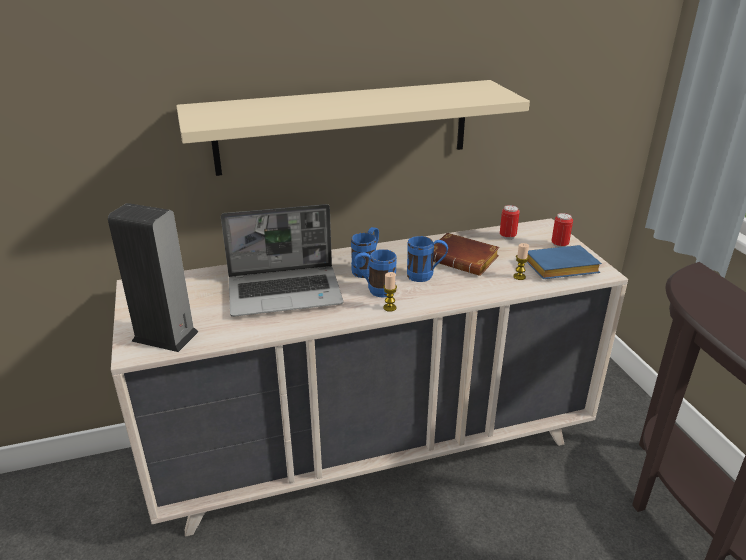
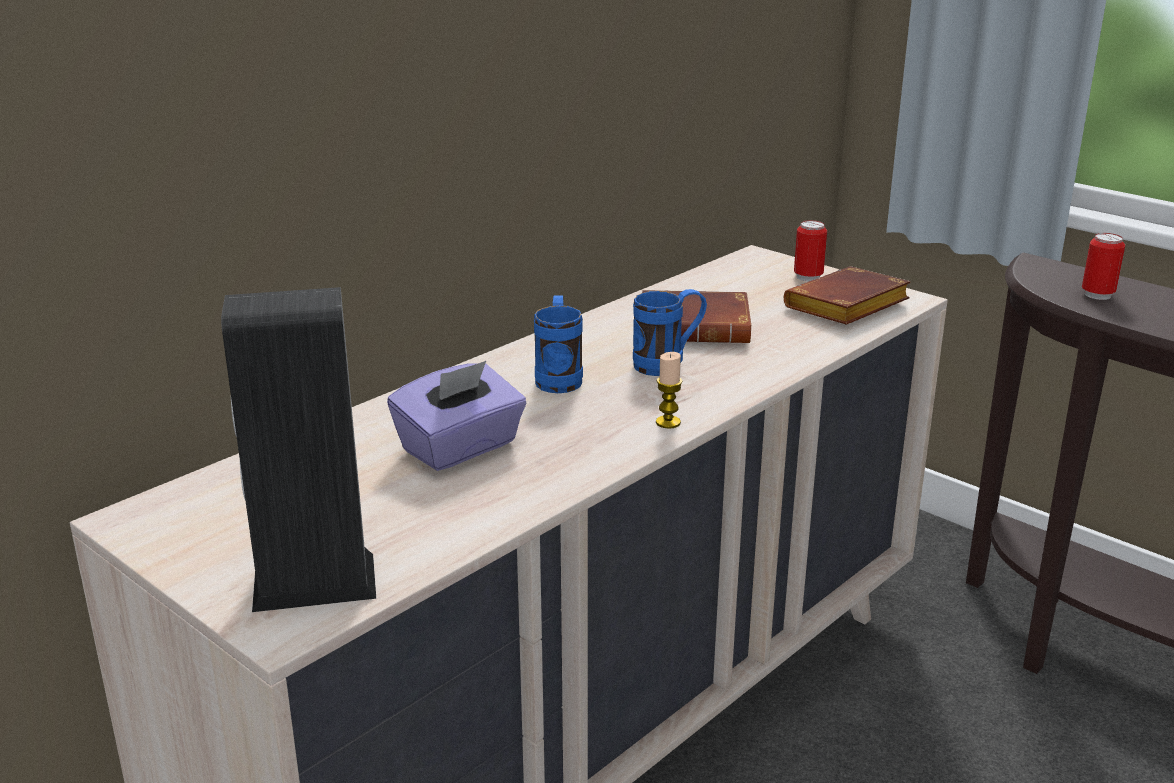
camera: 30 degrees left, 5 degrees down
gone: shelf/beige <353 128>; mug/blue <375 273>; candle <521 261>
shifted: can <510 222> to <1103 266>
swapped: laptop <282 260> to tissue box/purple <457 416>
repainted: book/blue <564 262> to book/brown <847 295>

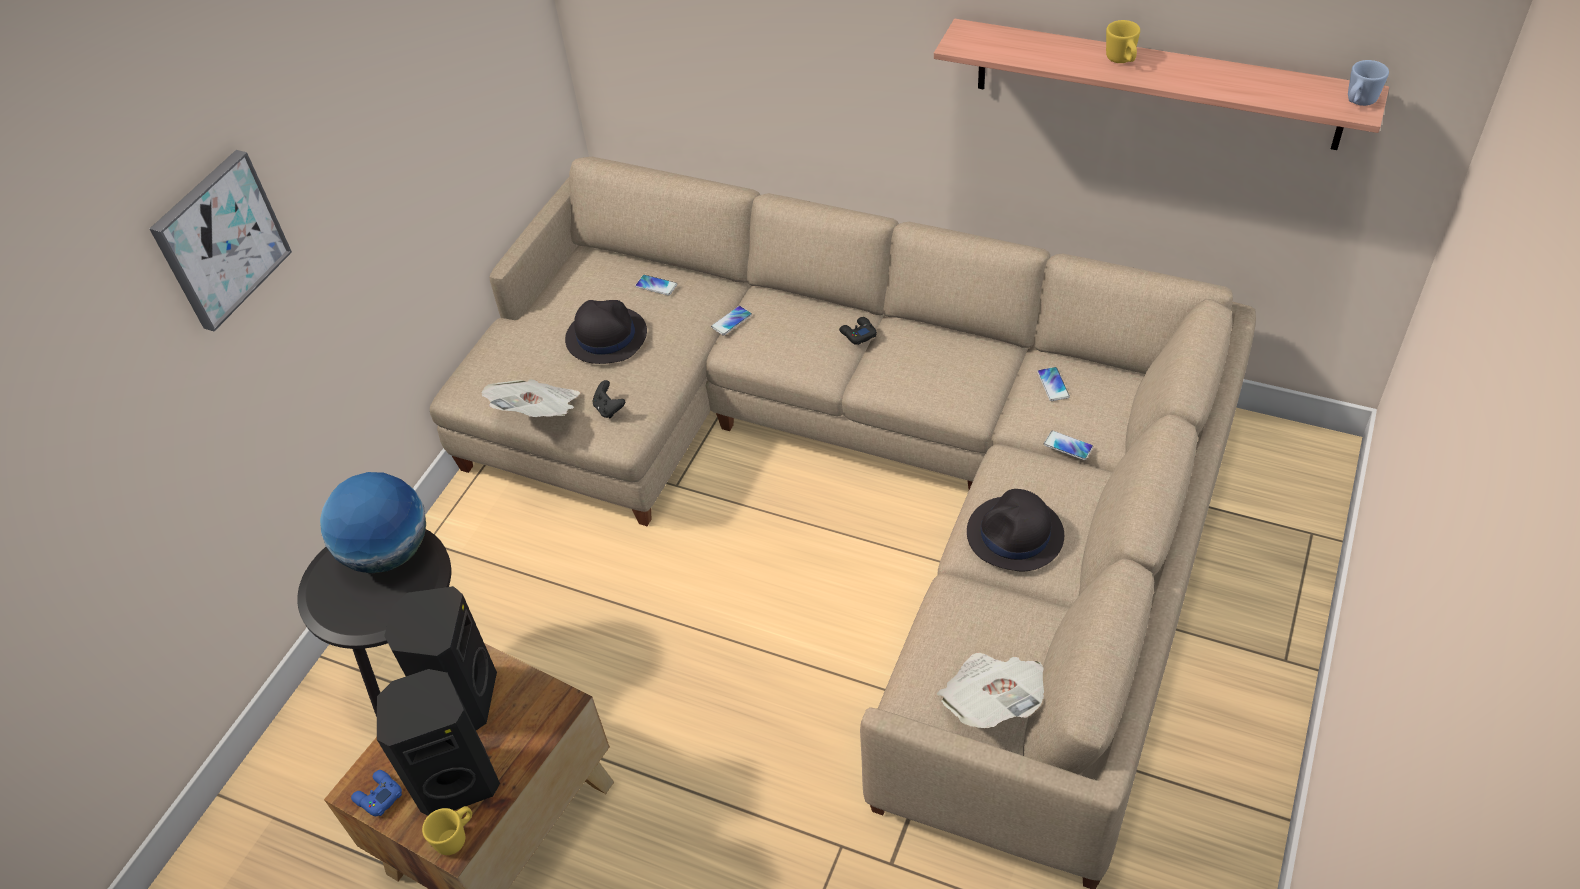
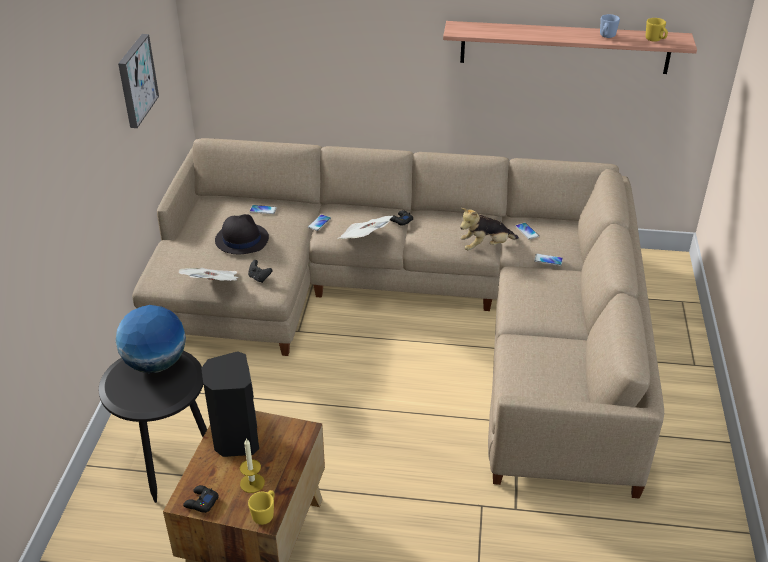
camera: 20 degrees left, 10 degrees down
gone: hat/black <1015 530>
new: plush toy <489 229>
shifted: picture <221 240> to <138 81>; newspaper <990 690> to <365 227>; mug/yellow <1123 41> to <657 30>; mug/blue <1368 83> to <610 26>
swapped: speaker/black <438 742> to candle <252 465>
repainted: game controller/blue <376 793> to game controller/black <201 499>

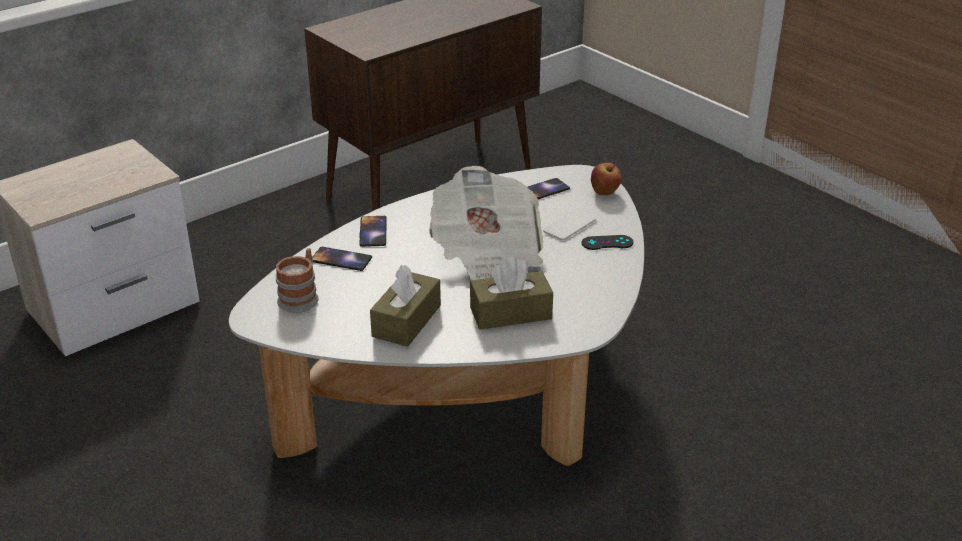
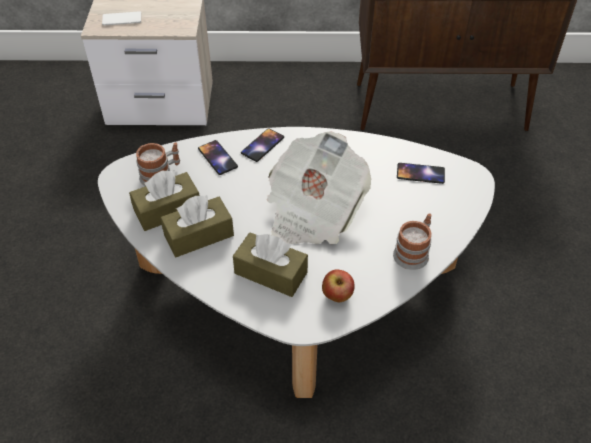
camera: 40 degrees right, 15 degrees up
new: tissue box/brown <164 200>
shifted: phone <569 225> to <121 18>; apple <606 179> to <338 286>
swapped: game controller/black <607 242> to mug <412 241>

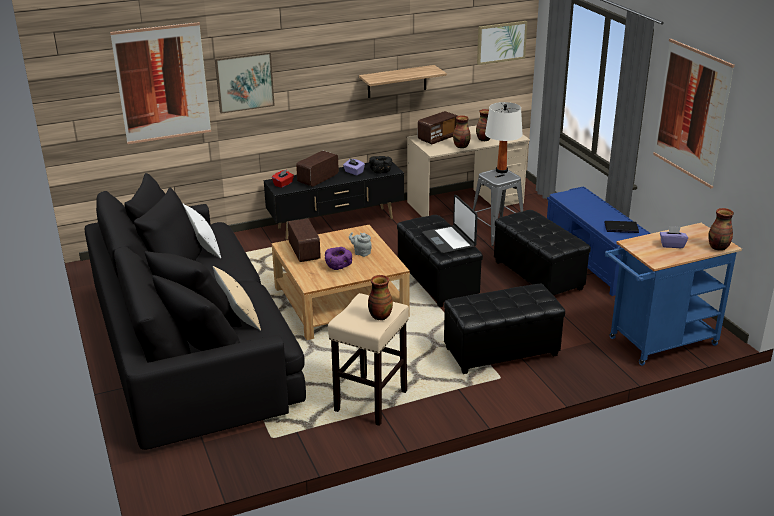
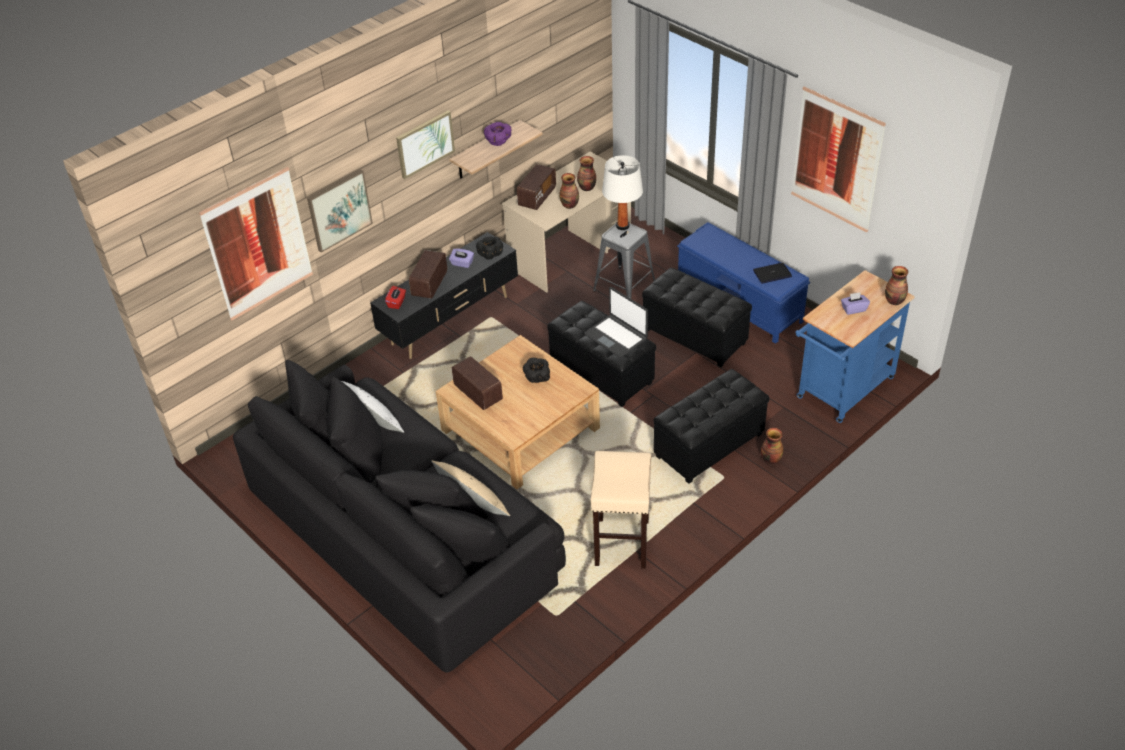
camera: 20 degrees left, 15 degrees up
shifted: bowl/purple <338 258> to <498 134>; vase <380 297> to <772 446>; picture <502 43> to <425 145>
swapped: teapot/grey <360 244> to bowl/black <536 370>

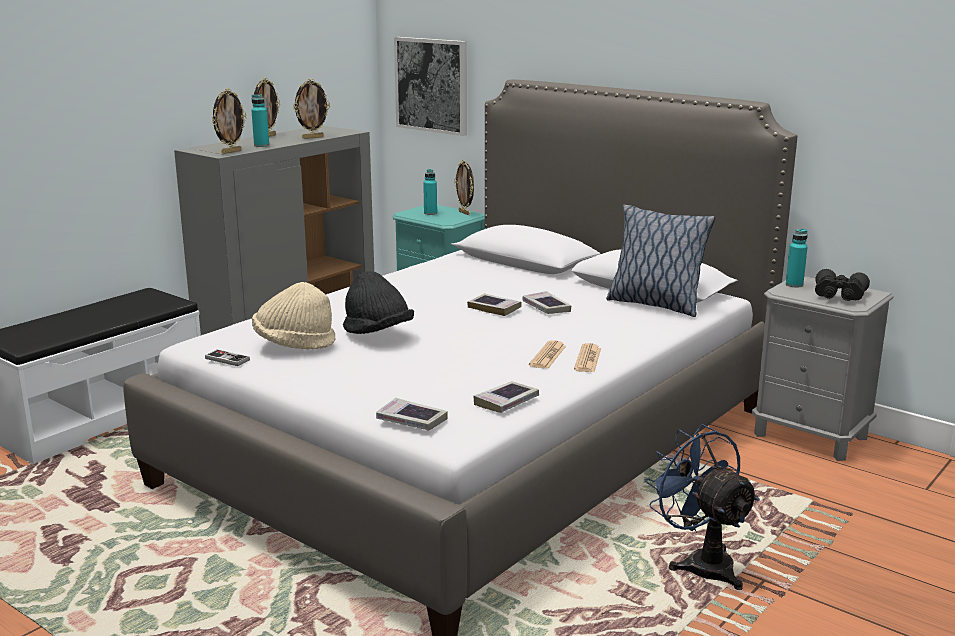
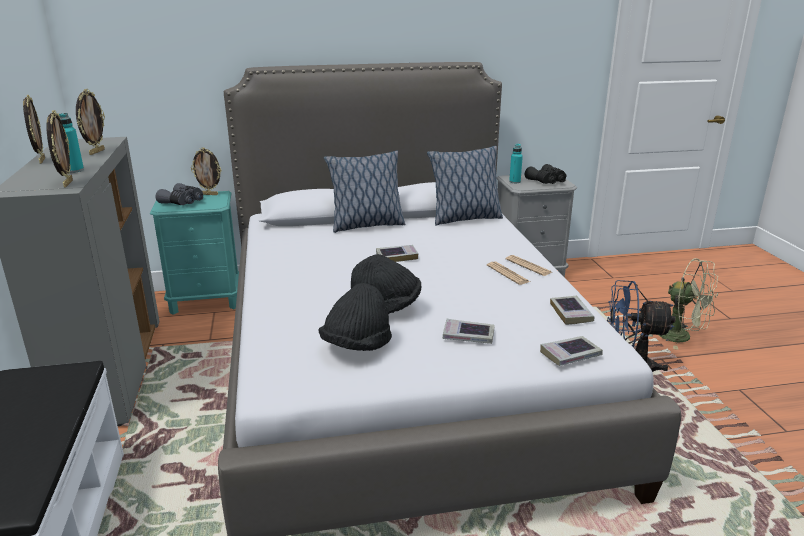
camera: 50 degrees left, 5 degrees up
gone: game controller <227 357>; picture <430 86>
new: pillow <364 192>; fan/green <689 304>
shifted: book <546 302> to <469 331>
swapped: bottle/turquoise <430 192> to binoculars/grey <179 194>
repainted: hat/beige <294 315> to hat/black <355 317>

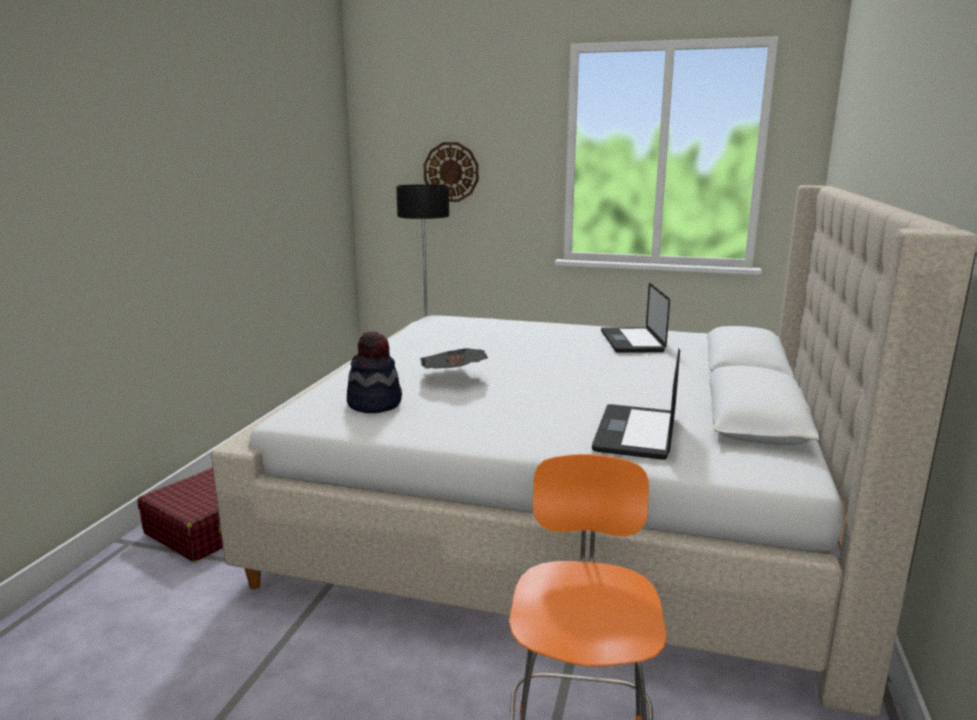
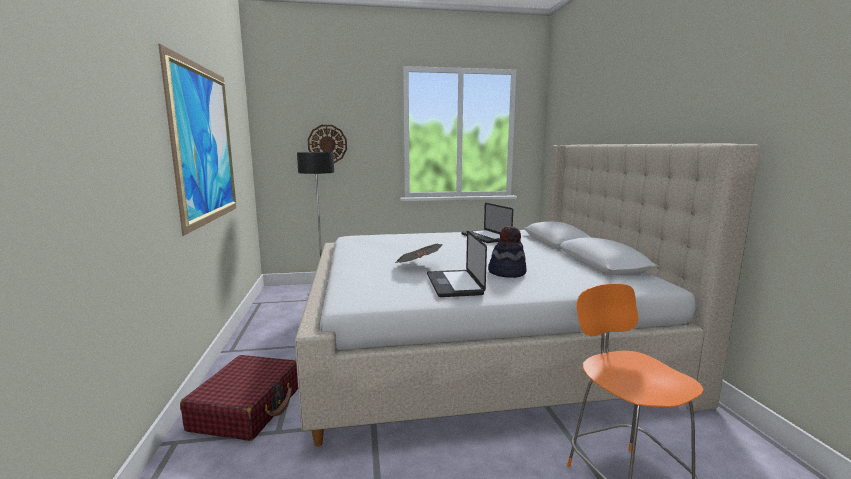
camera: 25 degrees left, 5 degrees down
new: picture <197 140>
shifted: hat <374 372> to <507 252>; laptop <636 404> to <457 264>

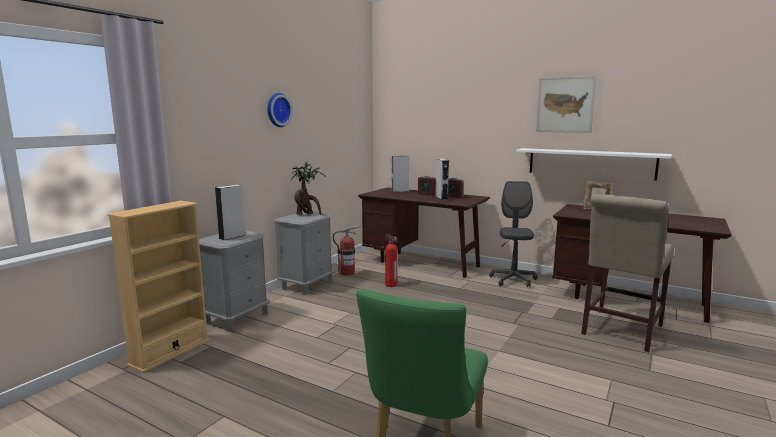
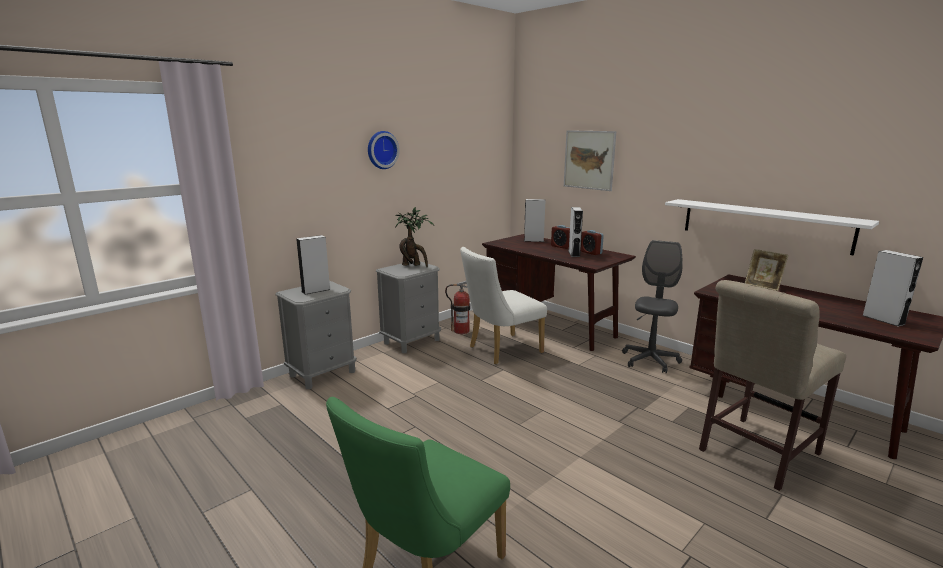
camera: 15 degrees right, 5 degrees up
gone: bookcase/beige <158 287>
new: speaker/grey <892 288>
shifted: picture <566 104> to <590 160>
swapped: fire extinguisher <391 260> to chair/white <503 306>

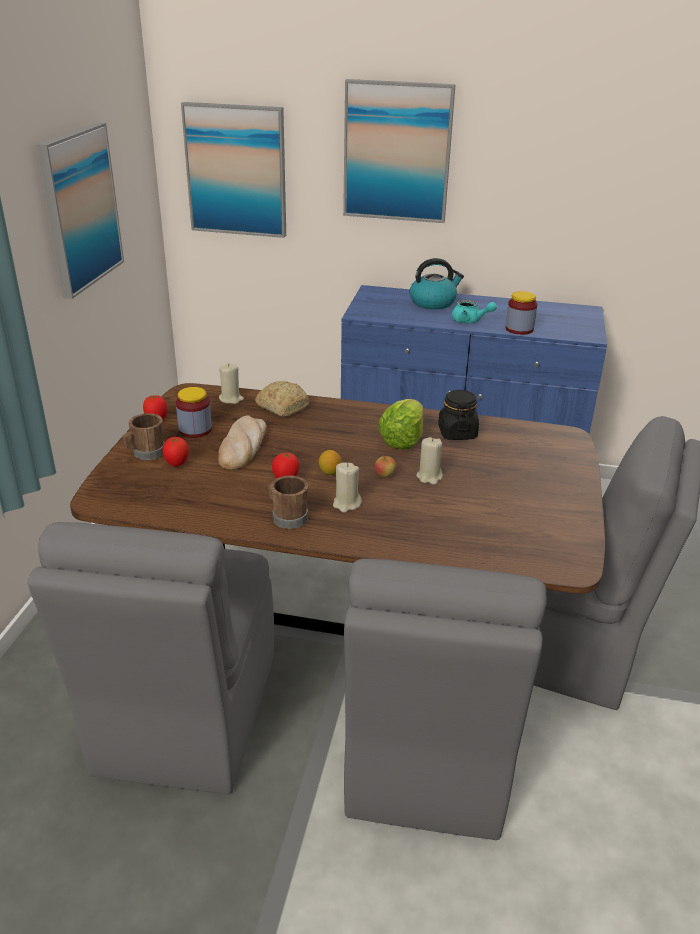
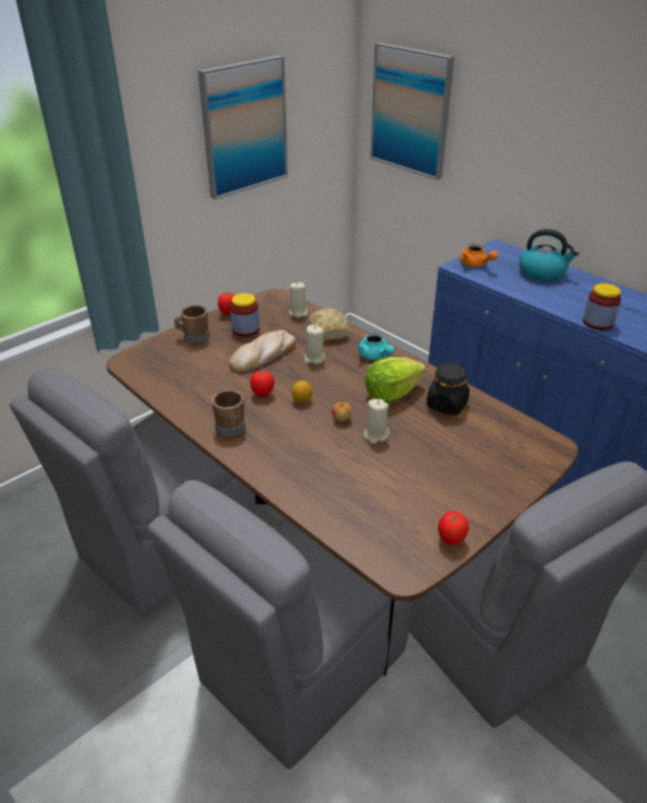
camera: 35 degrees right, 5 degrees up
gone: picture <399 151>
new: teapot/orange <479 255>
shifted: tomato <176 452> to <453 528>; candle/beige <347 487> to <314 344>; teapot/turquoise <474 311> to <376 346>

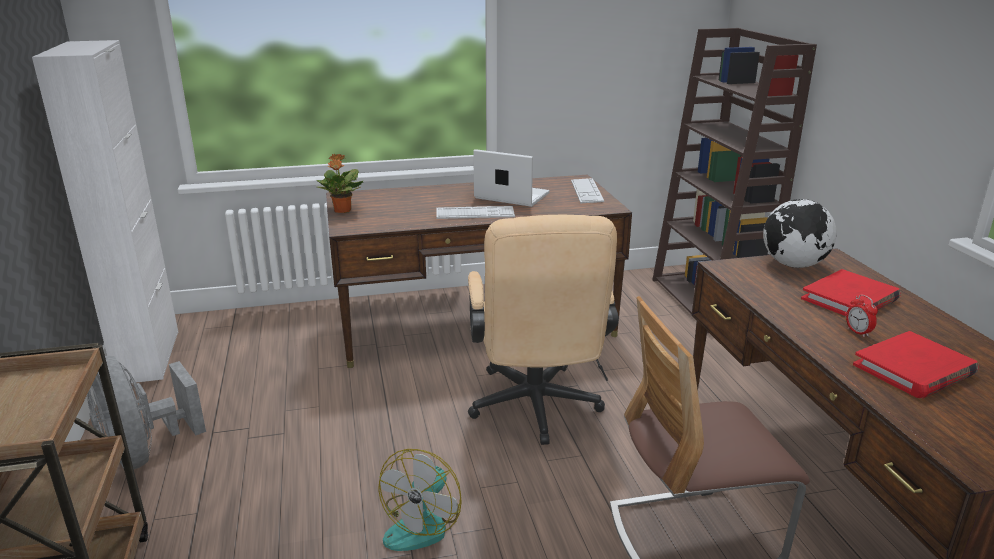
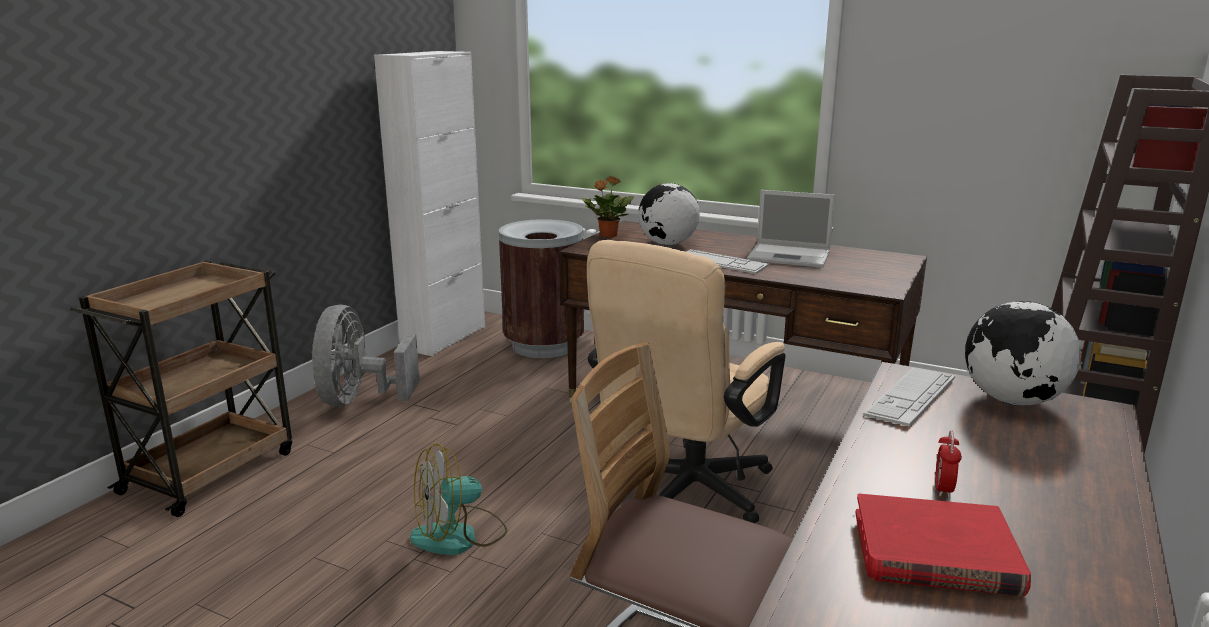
camera: 40 degrees right, 5 degrees down
gone: book/red <851 292>
new: trash can/brown <541 288>; globe <669 214>
shifted: keyboard <587 190> to <909 397>
rotated: laptop <511 178> = <791 229> 135 degrees clockwise

